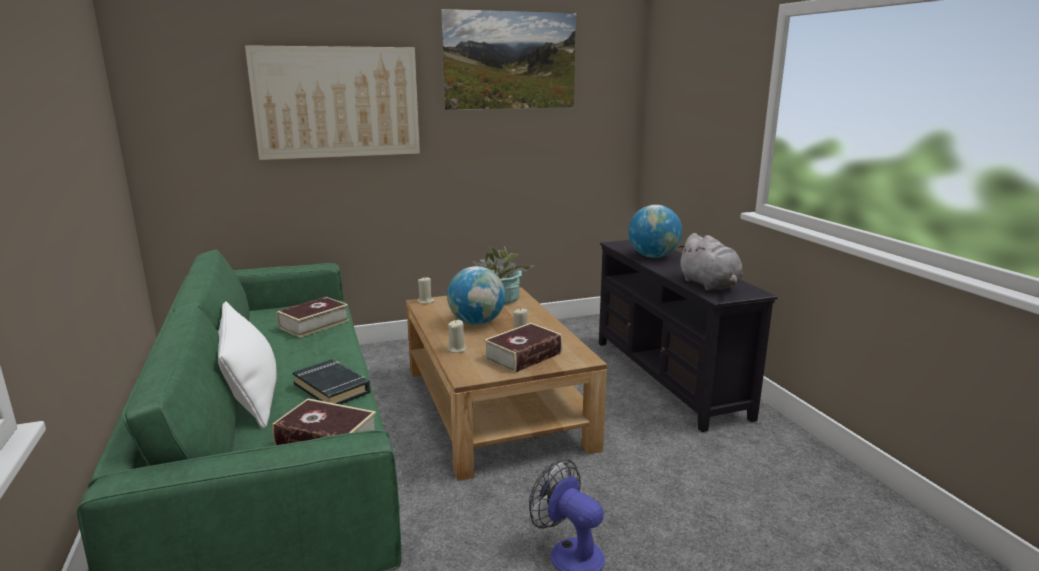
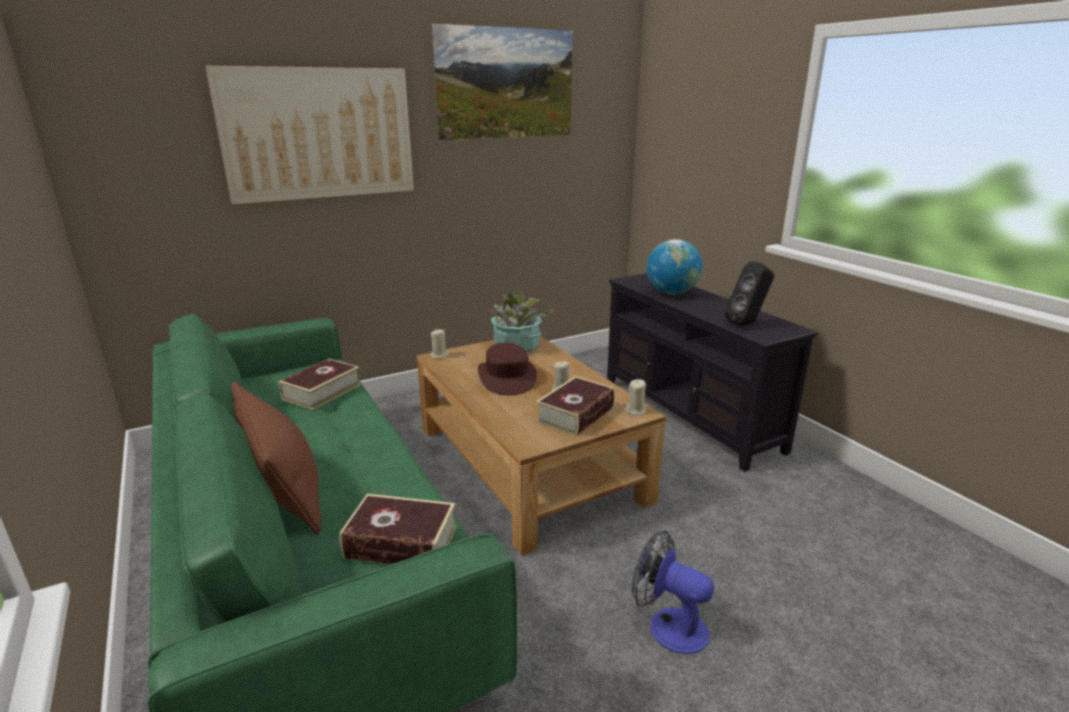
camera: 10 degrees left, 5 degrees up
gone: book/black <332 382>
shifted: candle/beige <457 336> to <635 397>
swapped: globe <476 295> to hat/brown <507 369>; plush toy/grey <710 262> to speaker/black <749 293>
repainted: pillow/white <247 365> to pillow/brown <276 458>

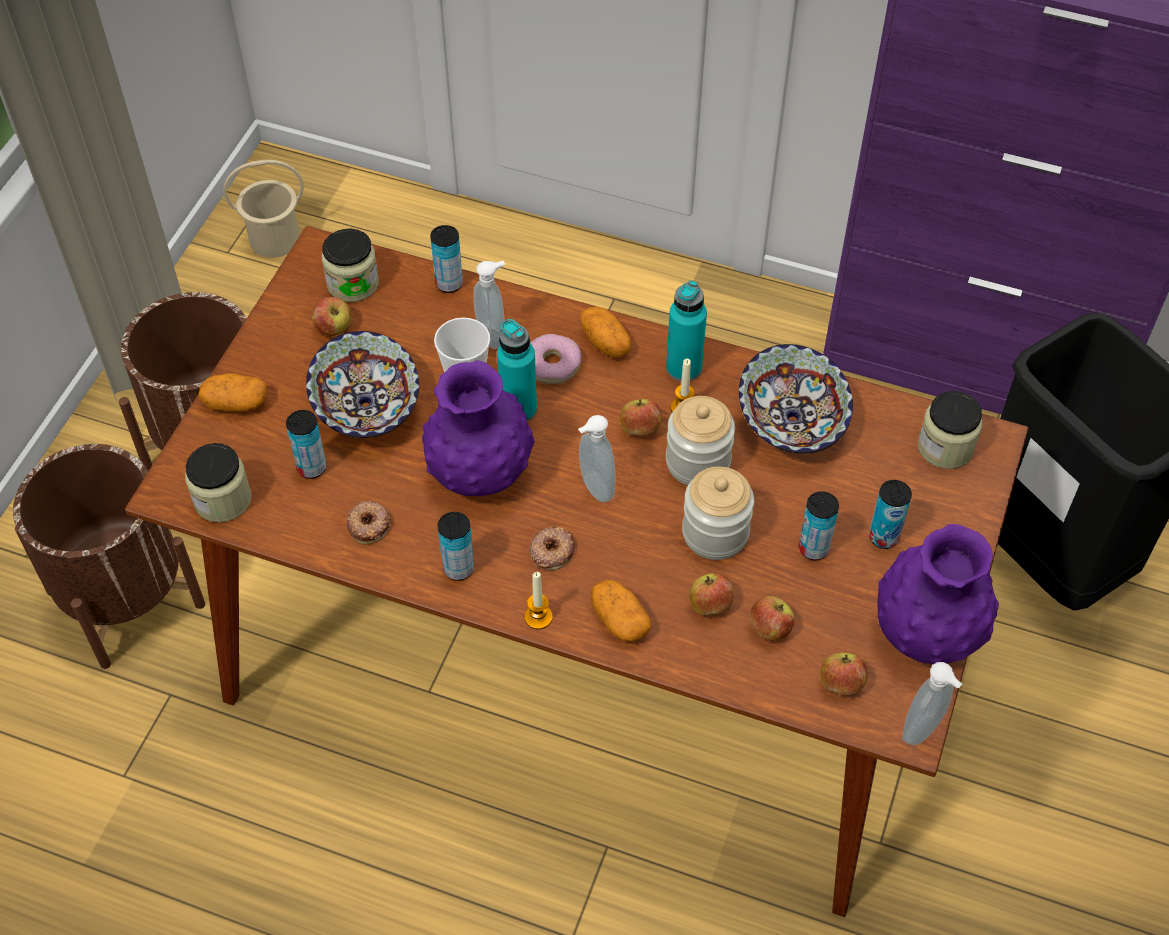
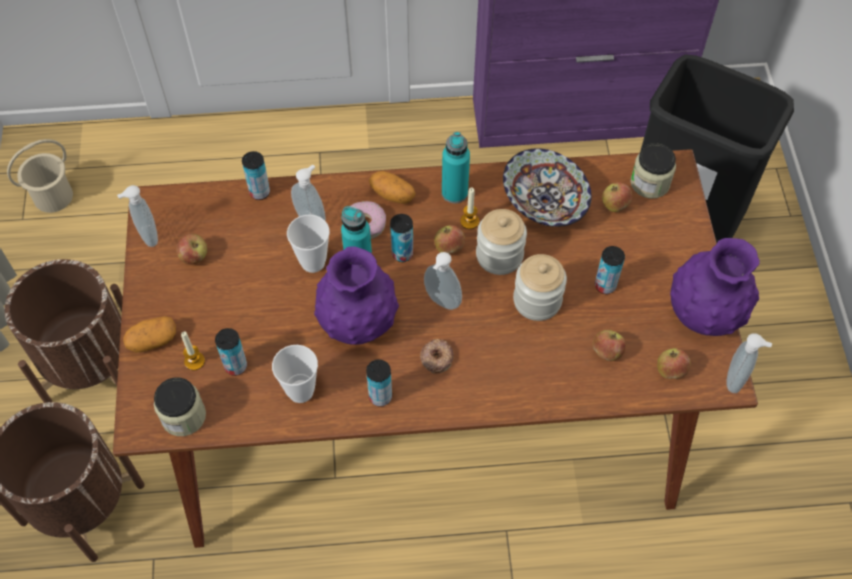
camera: 25 degrees left, 5 degrees up
gone: bowl <362 384>; jar <350 265>; potato <621 611>
new: soap dispenser <137 216>
shifted: candle <538 600> to <193 350>; apple <711 594> to <617 197>; can <890 514> to <401 238>
swapped: donut <369 523> to cup <295 374>

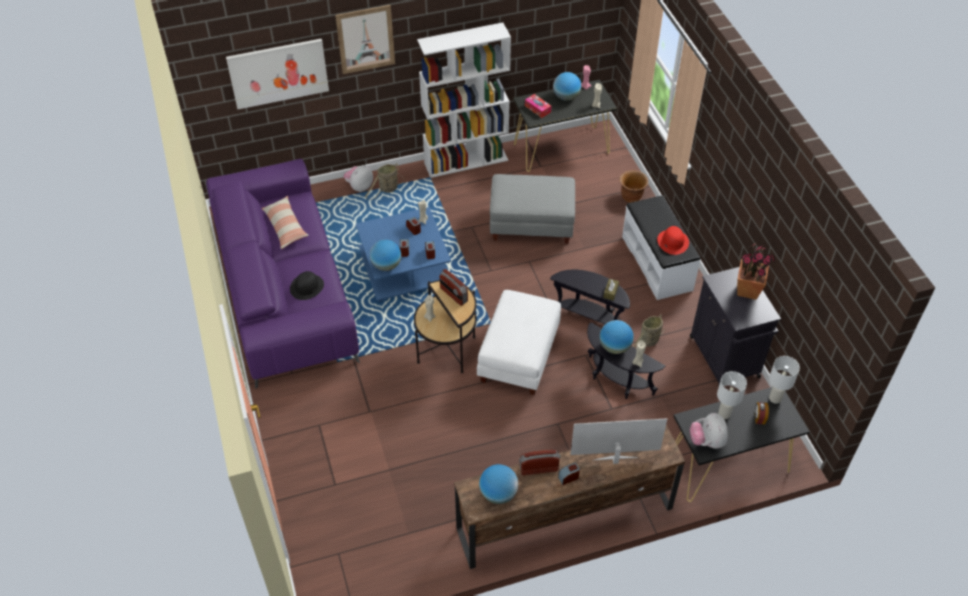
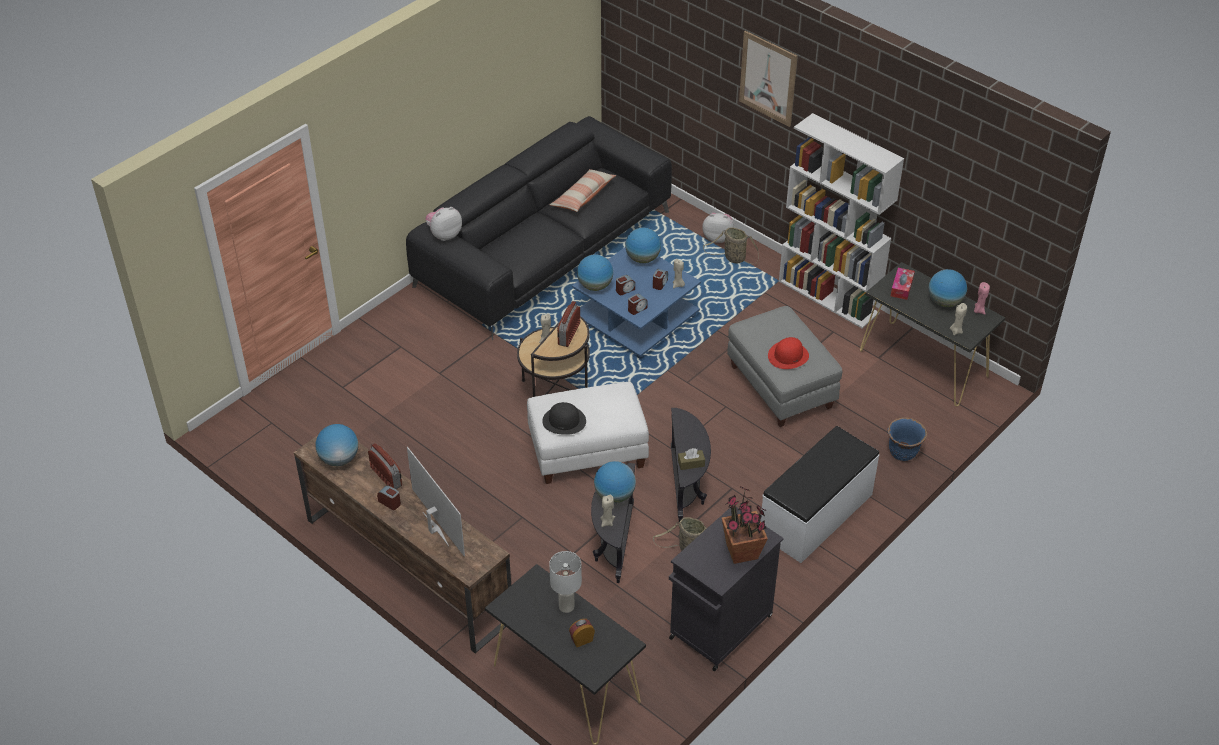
camera: 60 degrees right, 5 degrees down
gone: picture <277 74>; table lamp/white <784 380>
new: globe <643 245>
shifted: hat/black <307 285> to <564 418>; hat/red <673 240> to <788 353>; plush toy <709 431> to <443 224>
repainted: sofa/purple <283 274> to sofa/black <539 228>; planter/brown <633 186> to planter/blue <907 439>

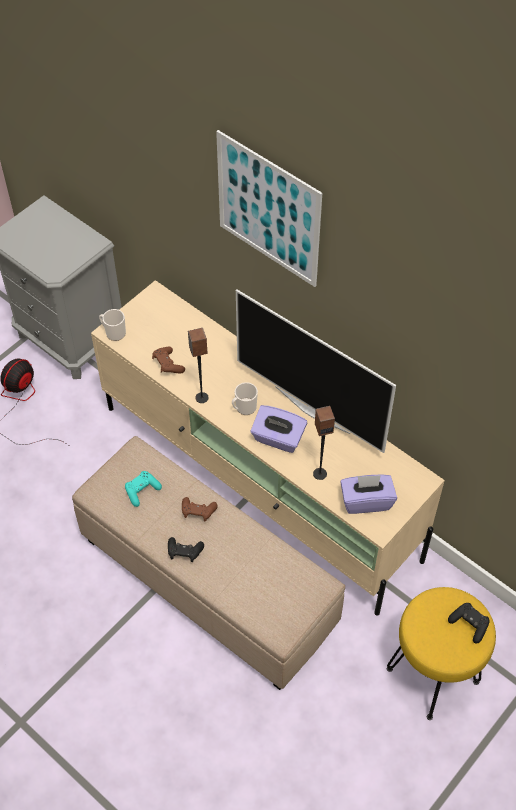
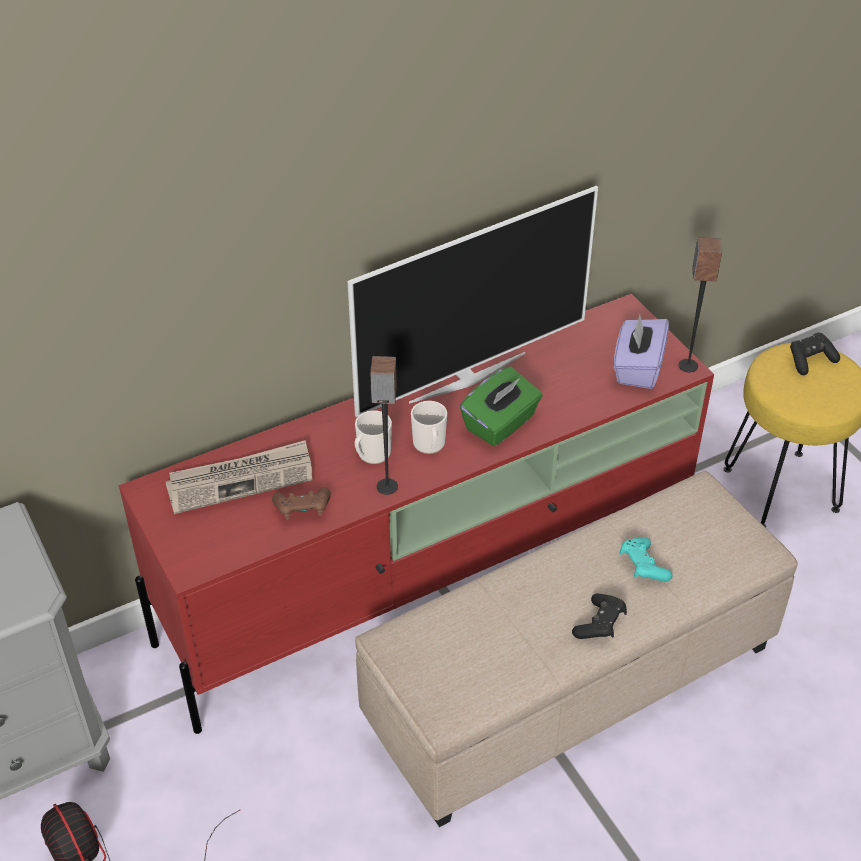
camera: 70 degrees left, 10 degrees down
gone: game controller/brown <200 509>; picture <269 208>
new: newspaper <238 477>
shifted: mug <112 325> to <373 437>; game controller/turquoise <143 489> to <645 560>; speaker <324 443> to <700 305>
repainted: tv stand/beige <268 448> to tv stand/red <416 514>; tissue box/purple <279 429> to tissue box/green <501 406>

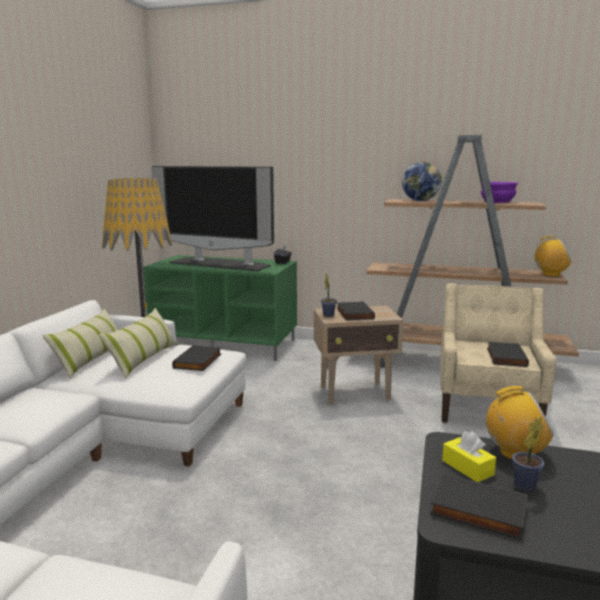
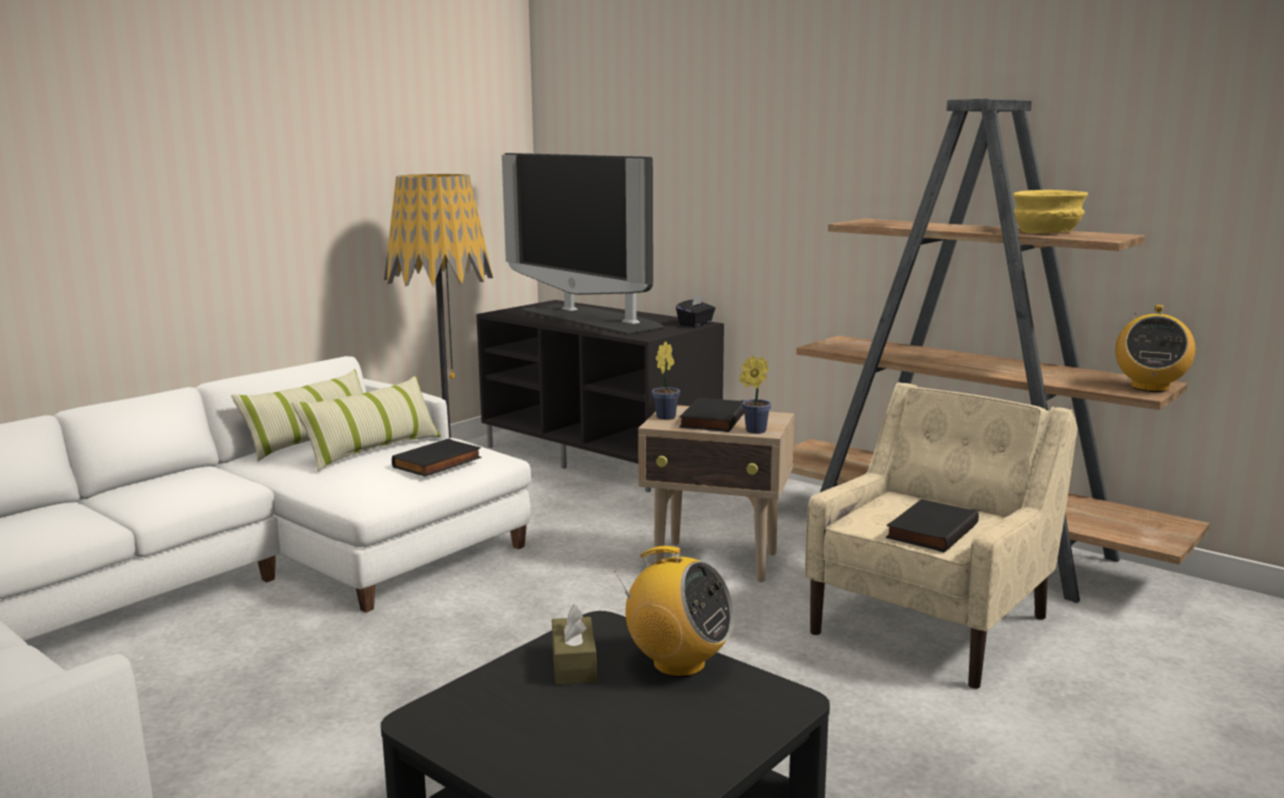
camera: 25 degrees right, 0 degrees up
gone: globe <422 181>; book/black <479 507>
shifted: potted plant <528 454> to <756 395>
repainted: tv stand/green <220 308> to tv stand/black <600 396>; tissue box/yellow <469 456> to tissue box/brown <574 644>; bowl/purple <499 192> to bowl/yellow <1050 211>
rotated: radio <553 256> = <1155 348> 75 degrees clockwise

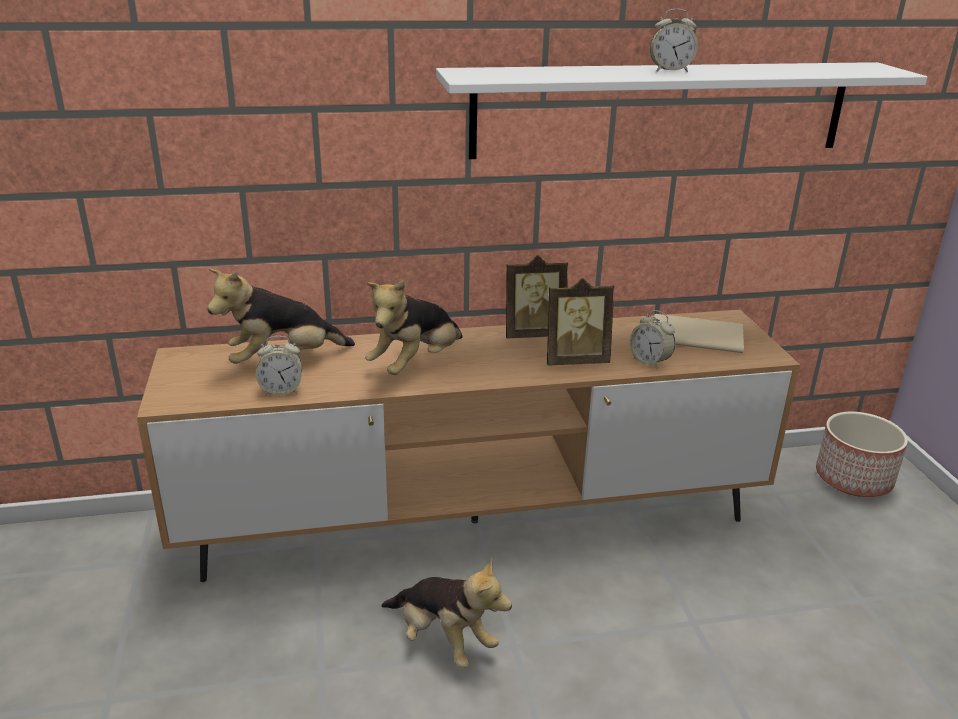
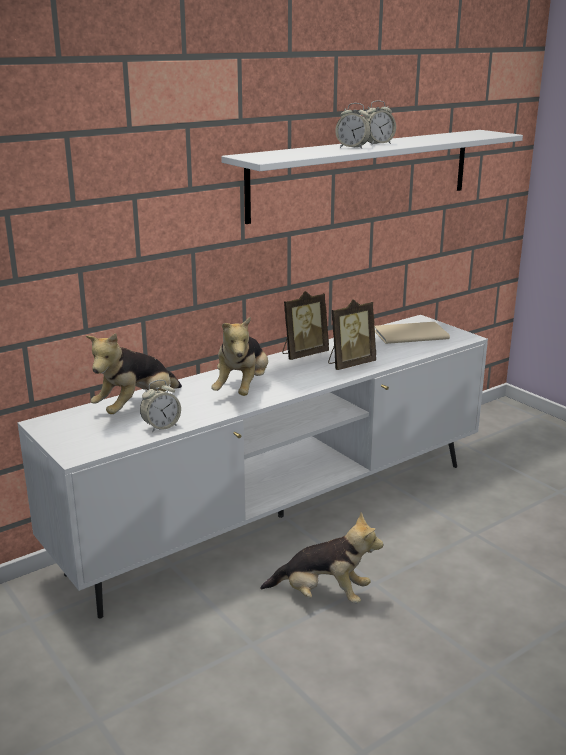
camera: 25 degrees left, 5 degrees down
gone: planter <862 454>
shifted: alarm clock <652 339> to <353 126>
repainted: tv stand/brown <468 446> to tv stand/white <252 467>

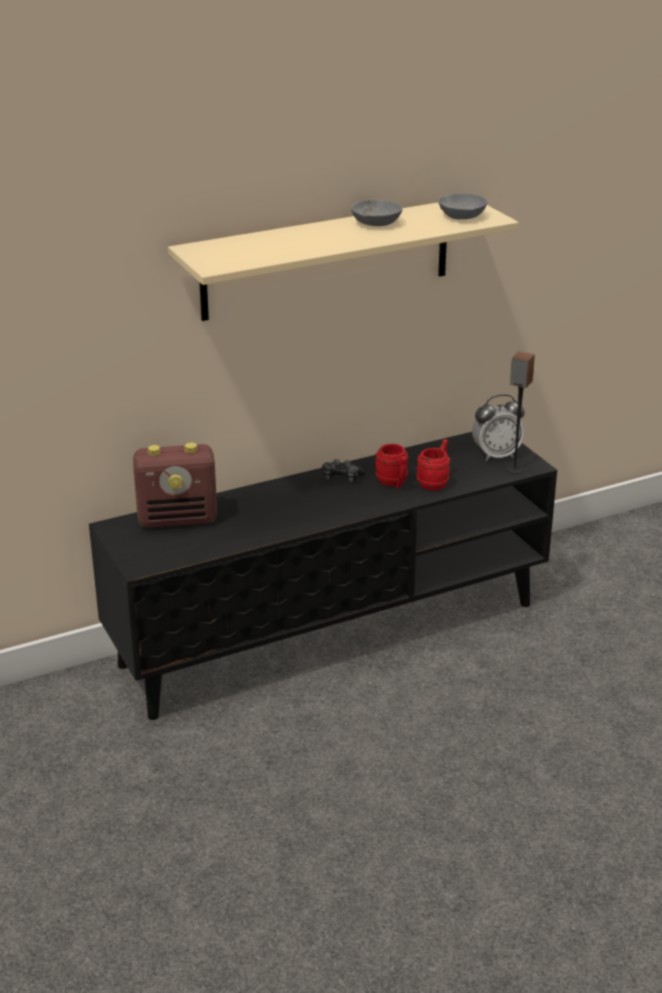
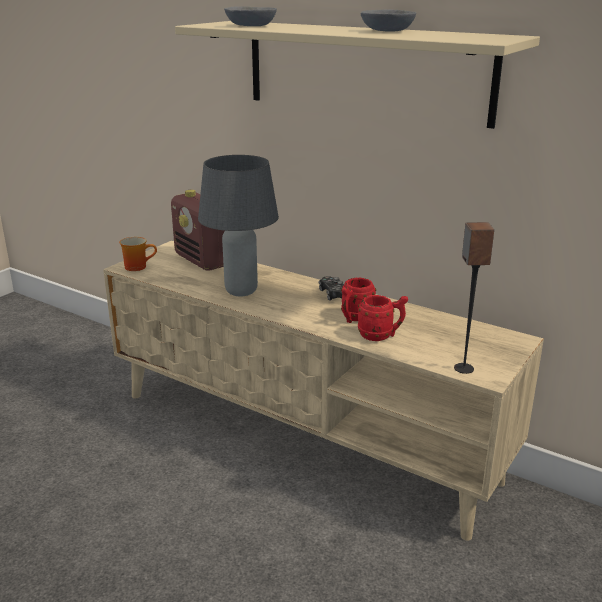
camera: 60 degrees right, 5 degrees down
gone: alarm clock <498 427>
new: mug <138 254>; table lamp/grey <238 226>
shifted: bowl/grey <462 206> to <250 16>
repainted: tv stand/black <323 576> to tv stand/beige <323 391>

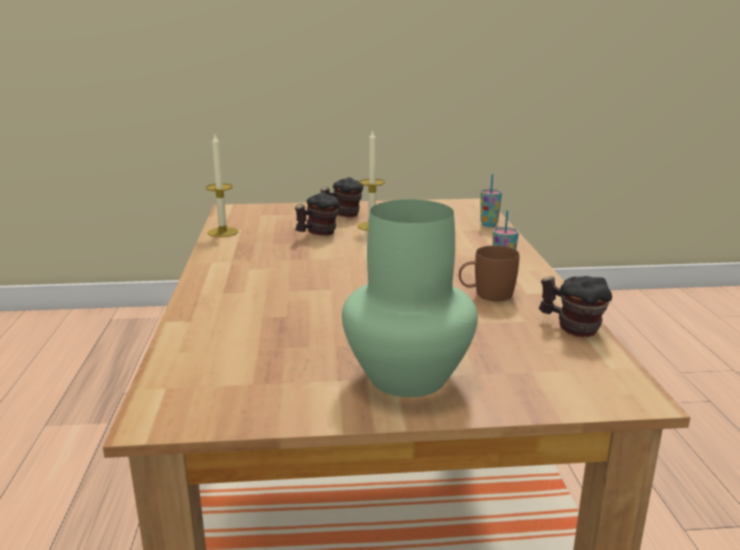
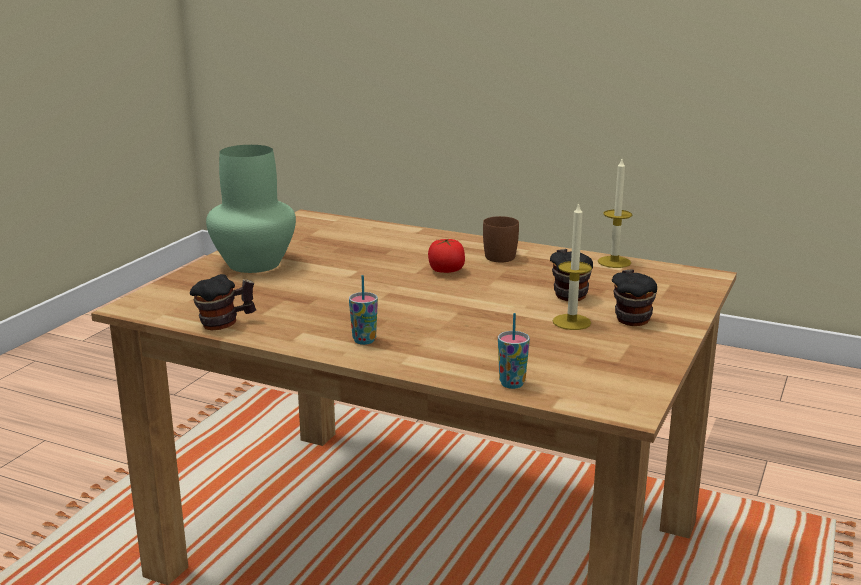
camera: 120 degrees right, 0 degrees up
new: tomato <446 256>
shifted: mug/brown <489 273> to <501 239>

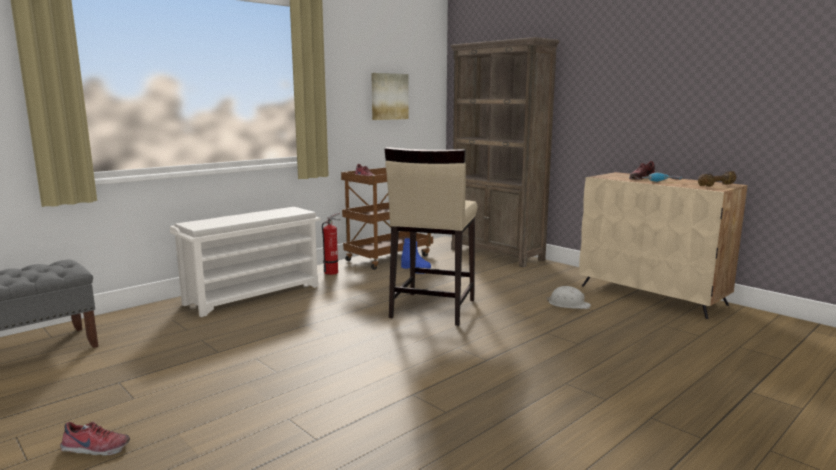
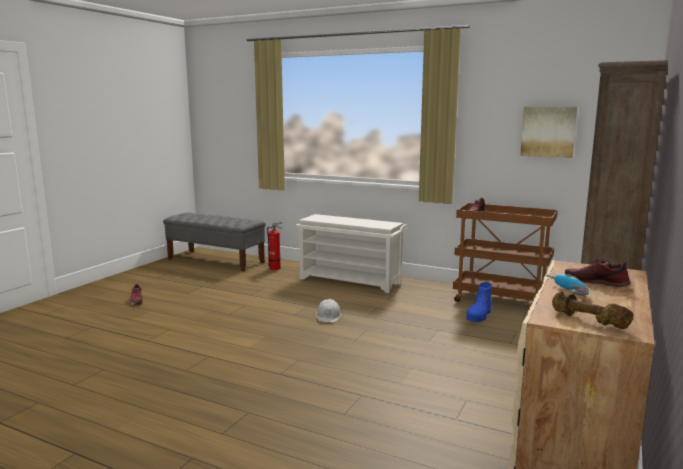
camera: 70 degrees right, 0 degrees up
gone: stool/beige <431 236>
shifted: fire extinguisher <331 243> to <275 246>; hard hat/white <568 297> to <328 310>

